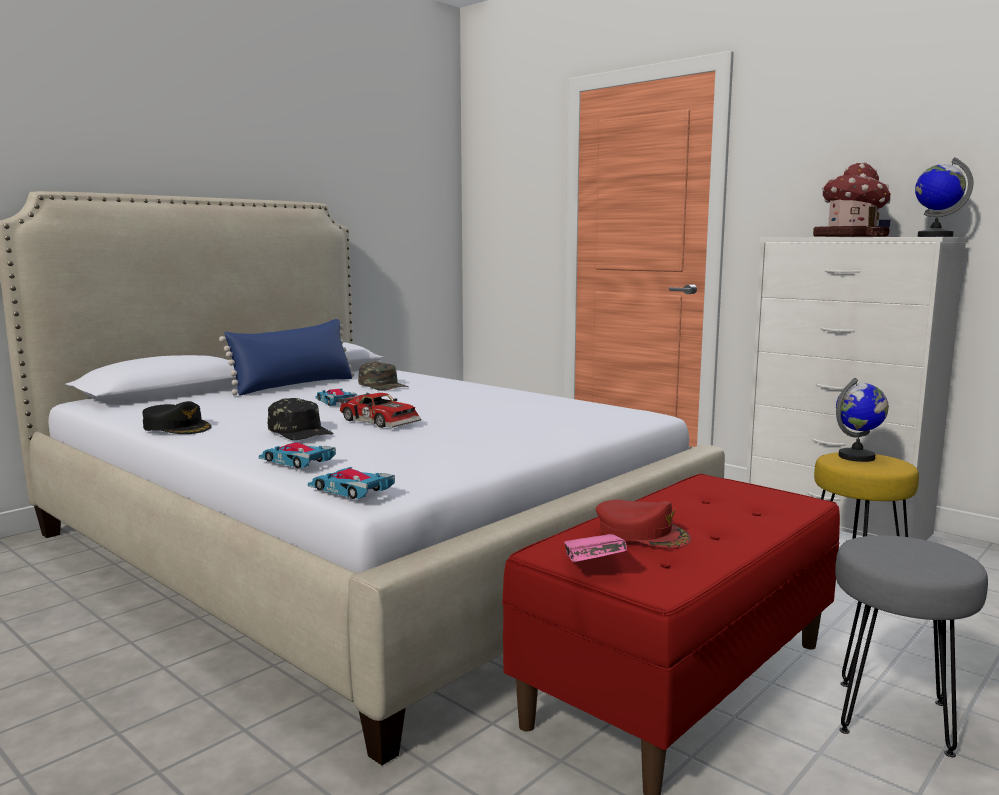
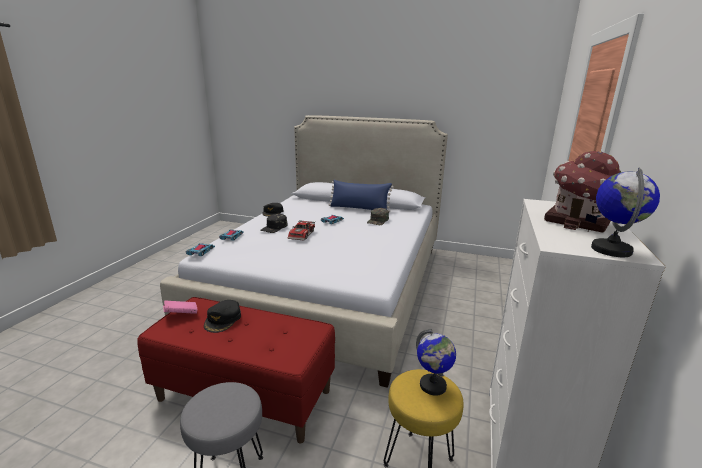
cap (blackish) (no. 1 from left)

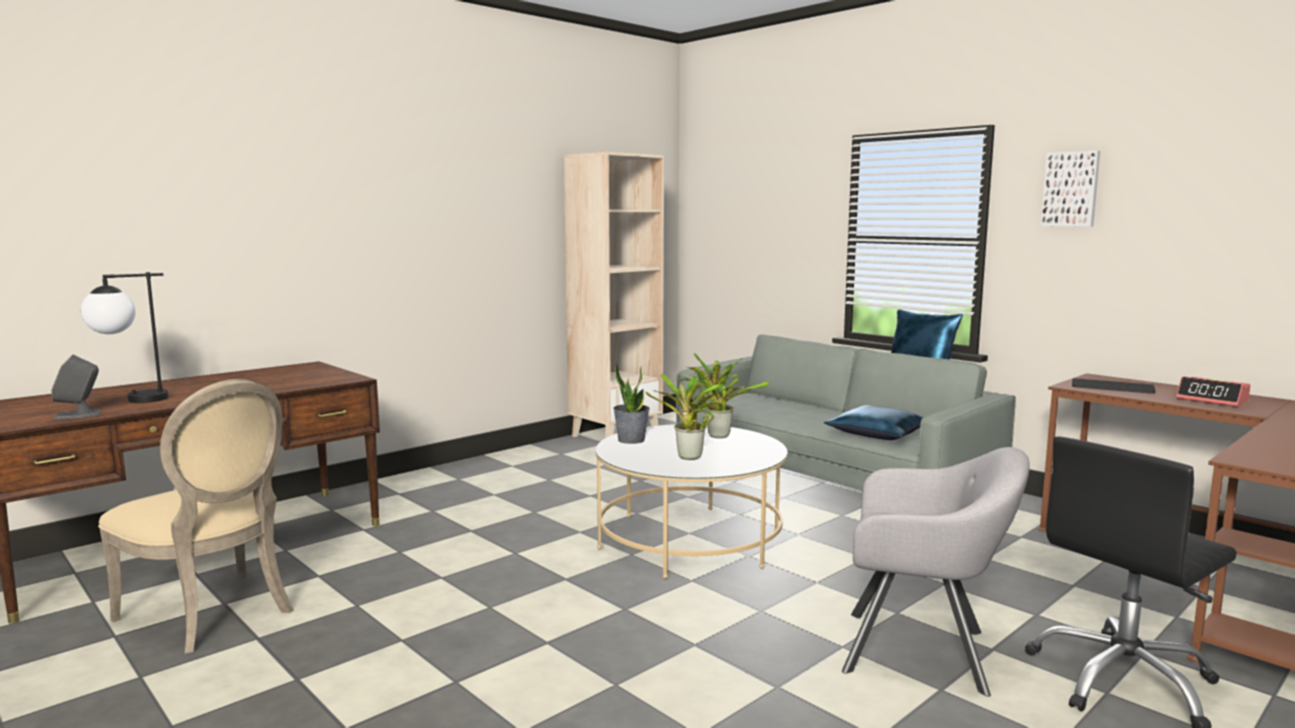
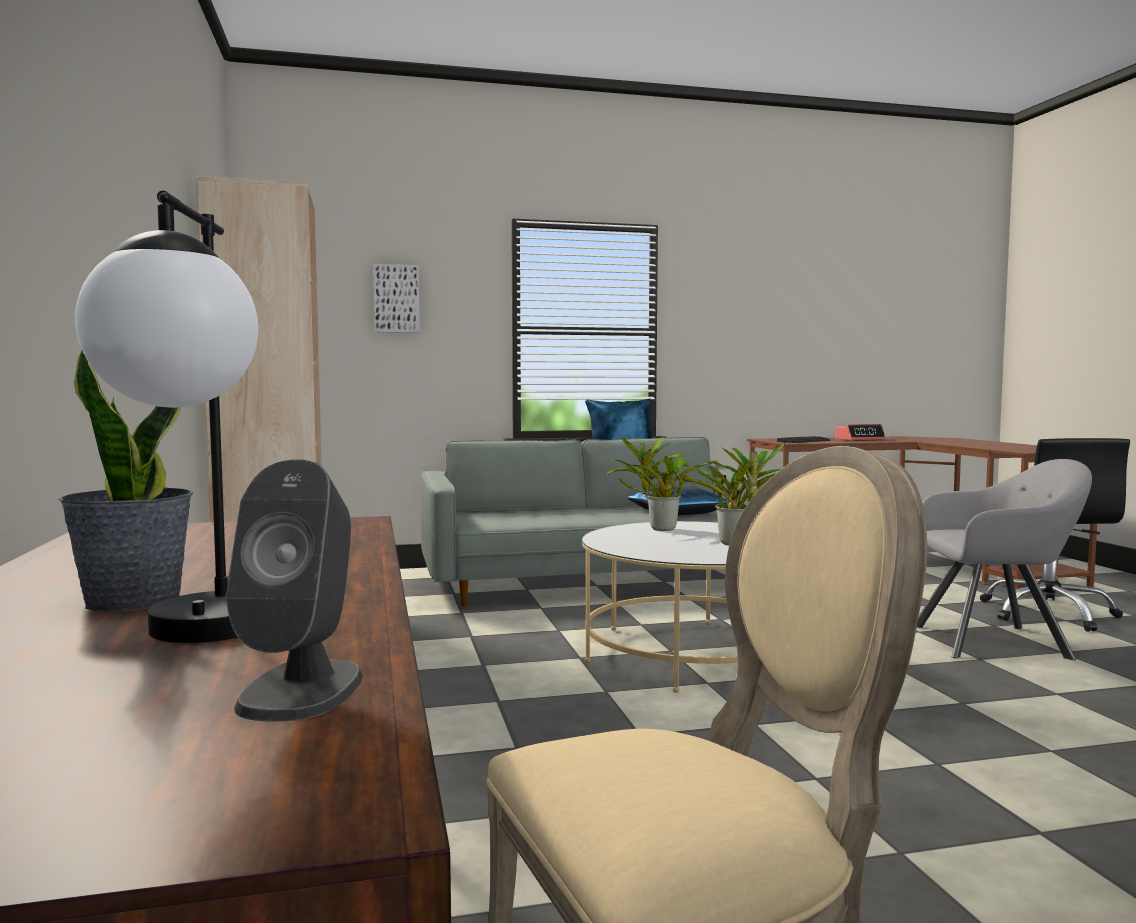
houseplant (no. 1 from left); wall picture; lounge chair (greyish)

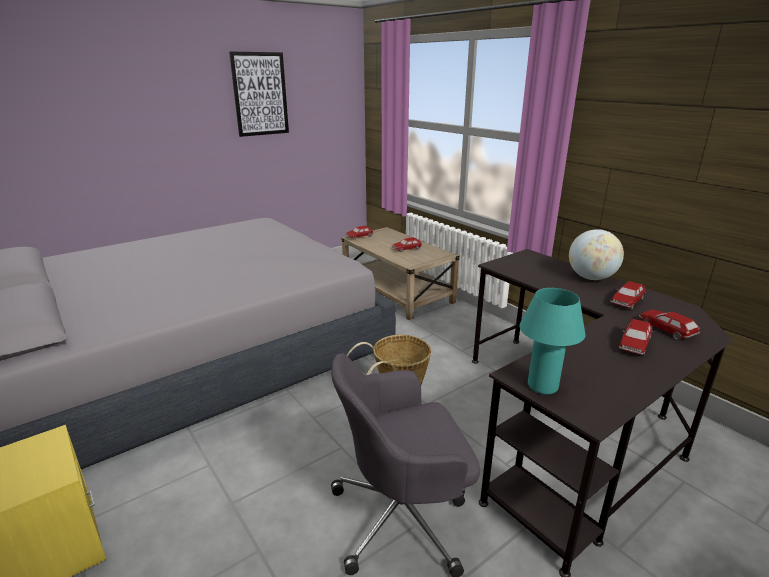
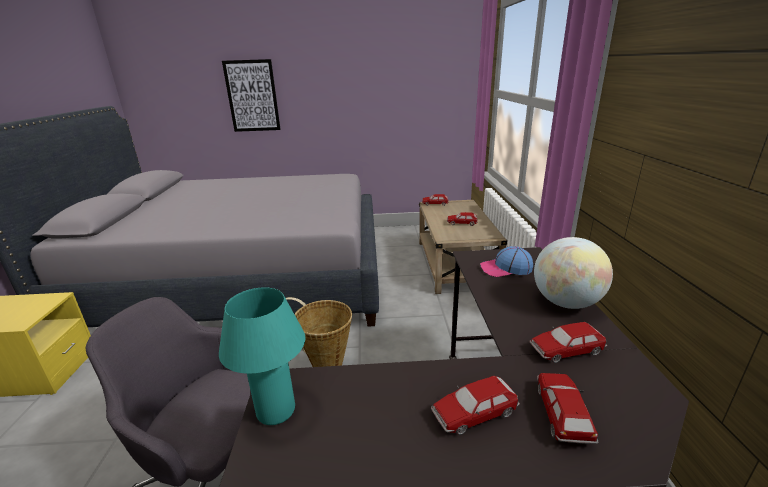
cap; wall picture

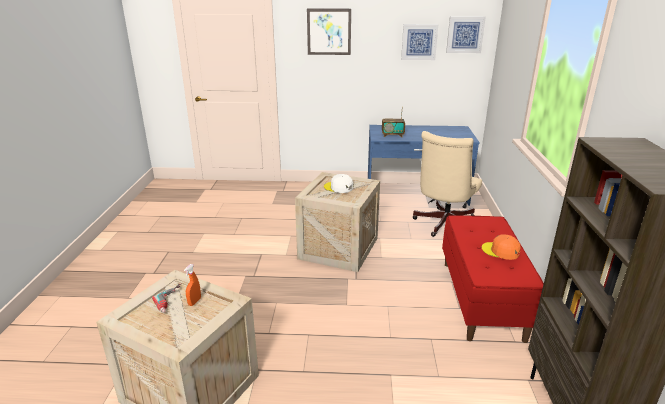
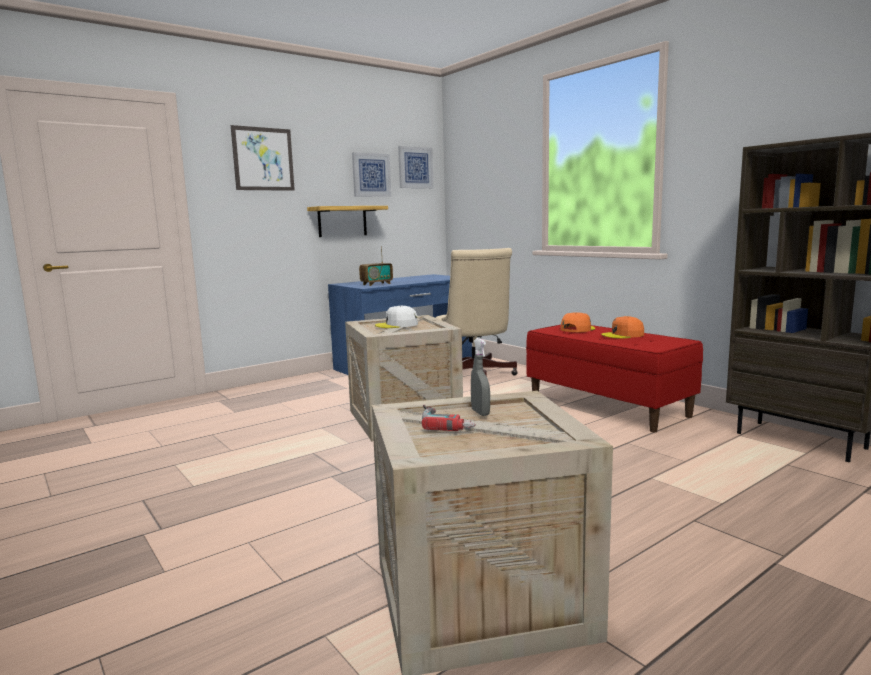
bracket shelf; cap (orangey) (no. 1 from left); hand sprayer (greyish)

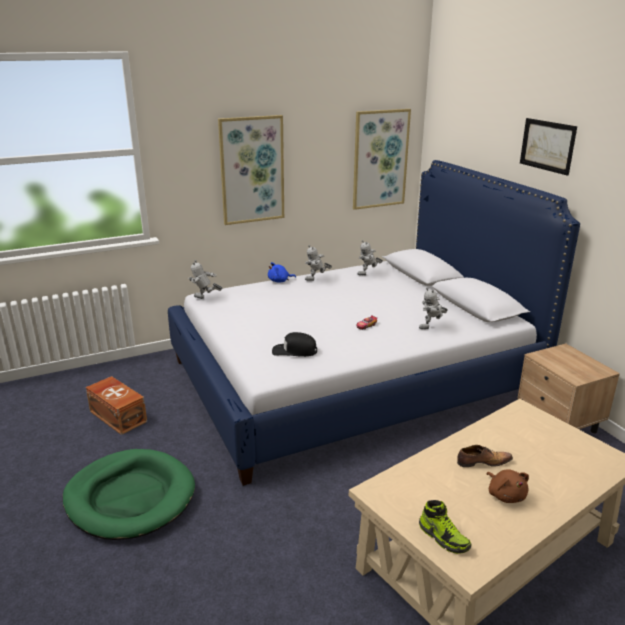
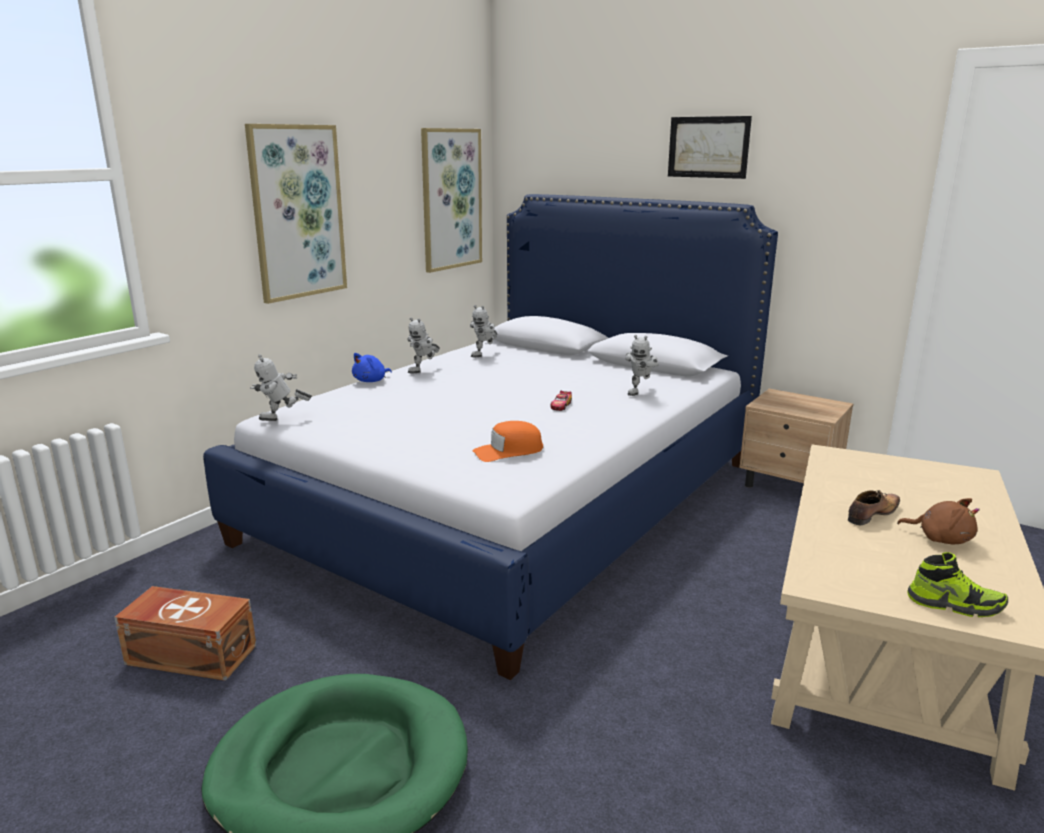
cap (orangey)

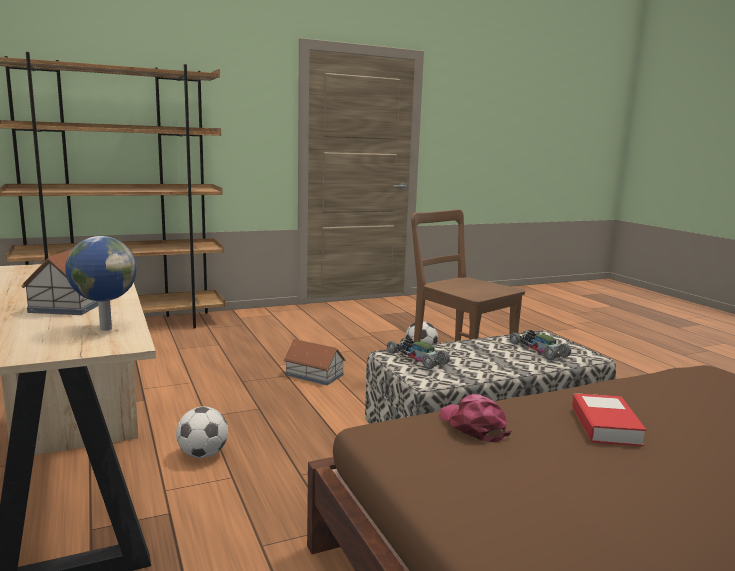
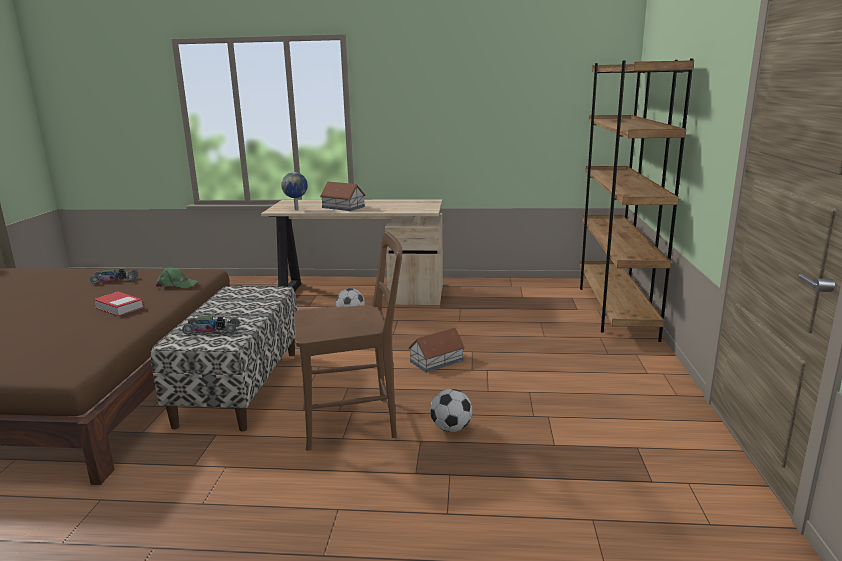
toy car (no. 1 from left); cap (green)

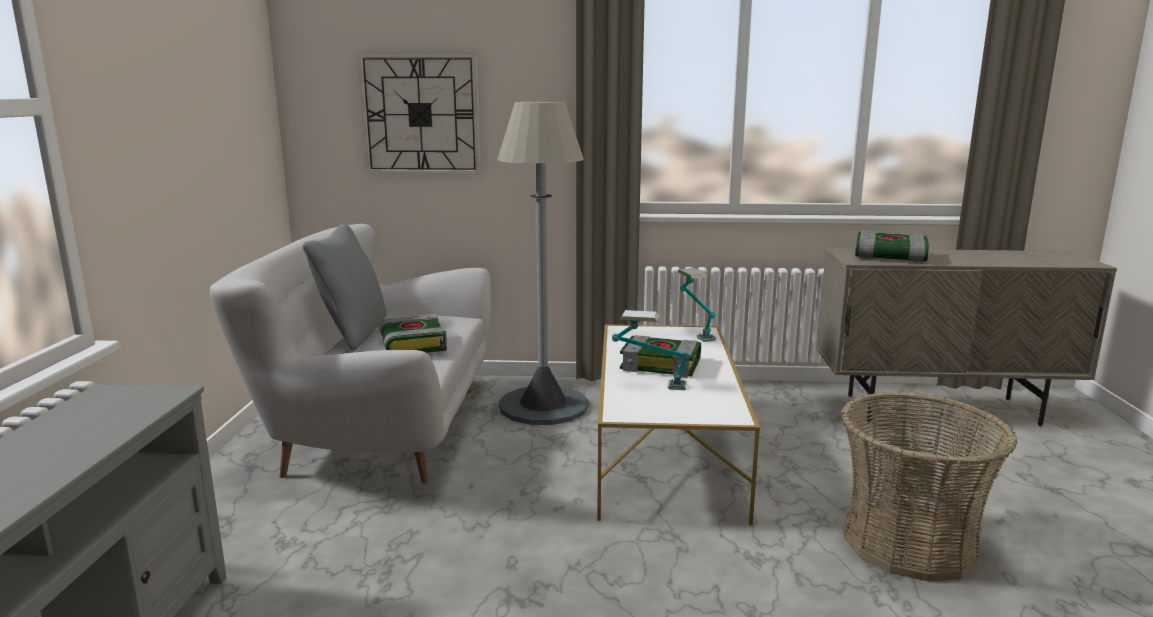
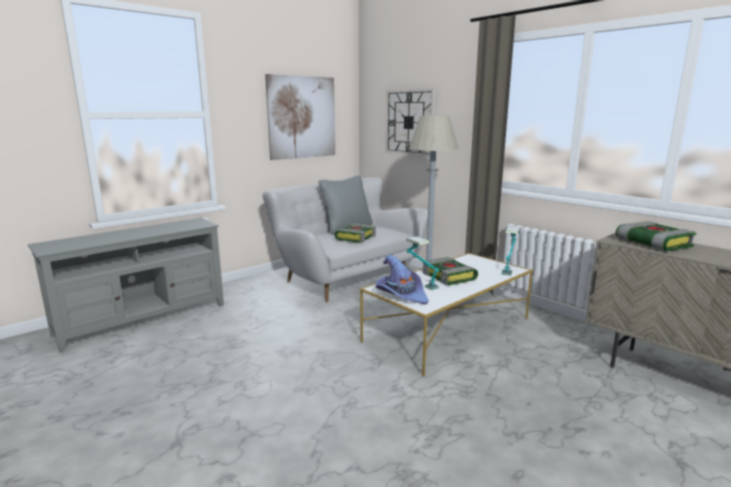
basket; wall picture; wearable hat (purple-coloured)

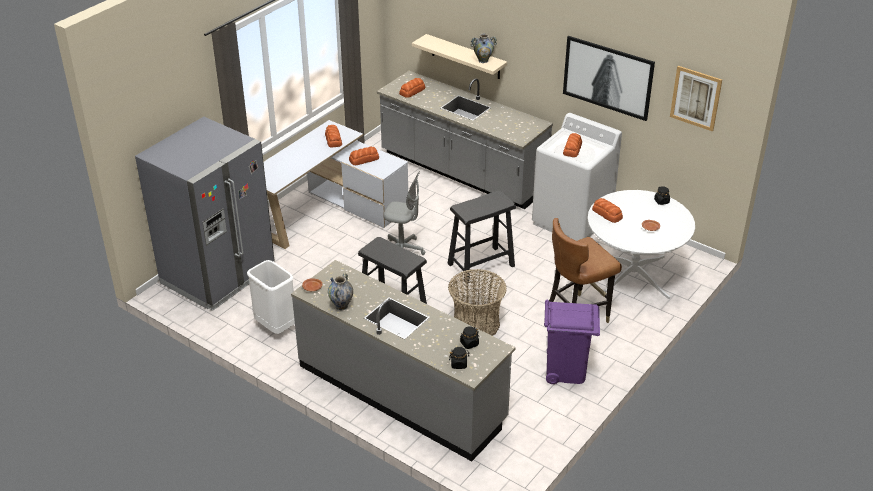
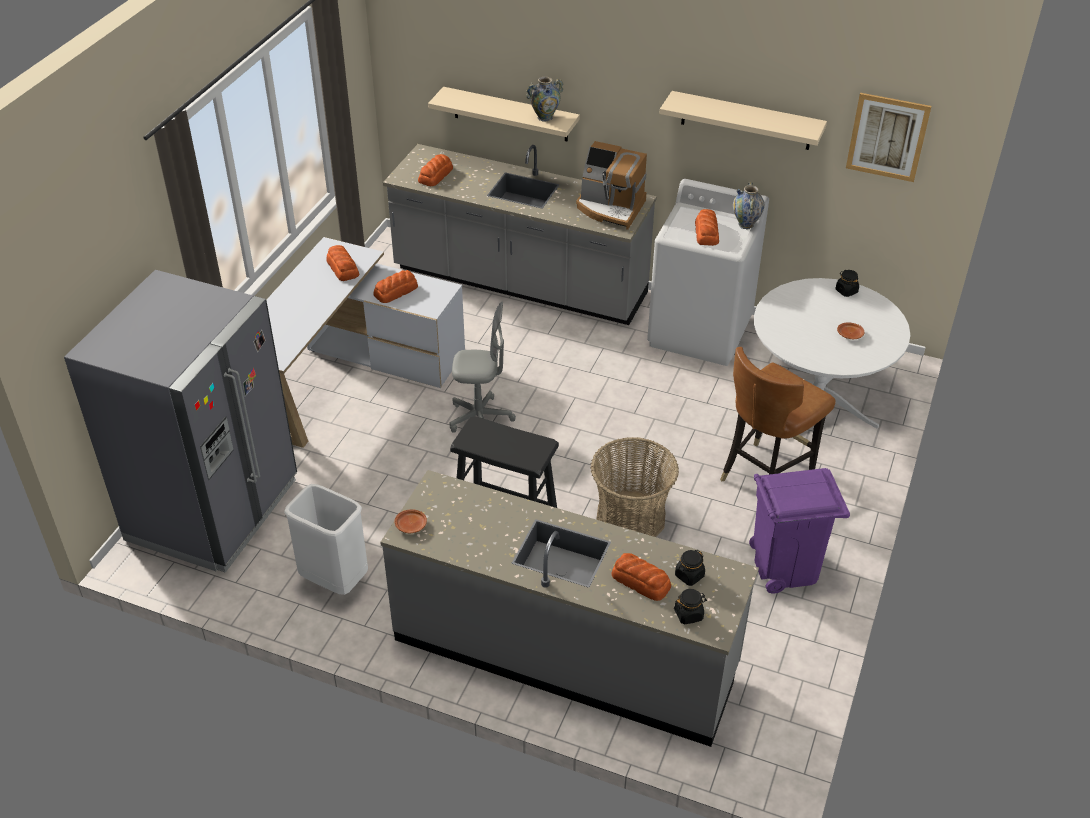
stool (blackish) (no. 2 from left in the first image); coffee machine; decorative vase (no. 2 from left); baked bread (no. 4 from left); bracket shelf (sand-coloured) (no. 2 from left)

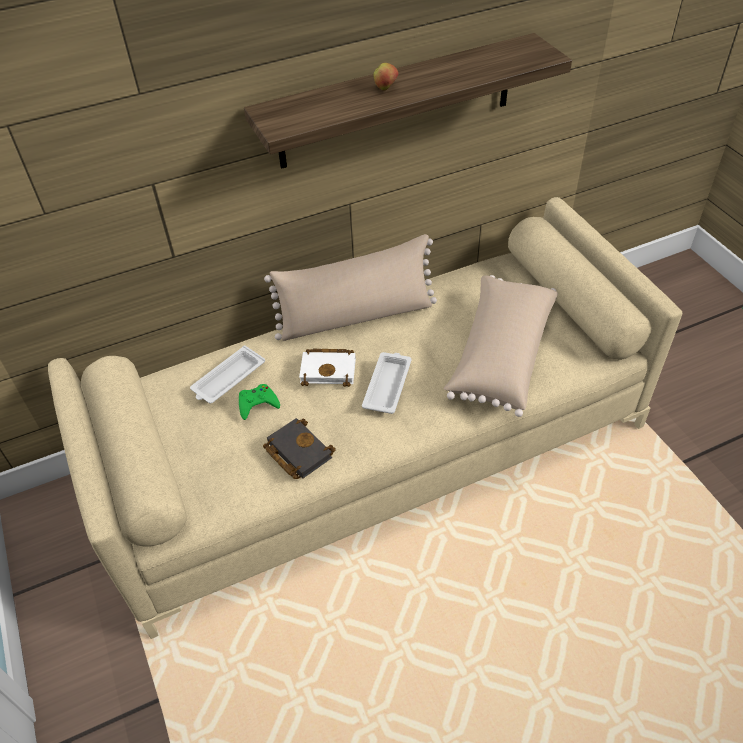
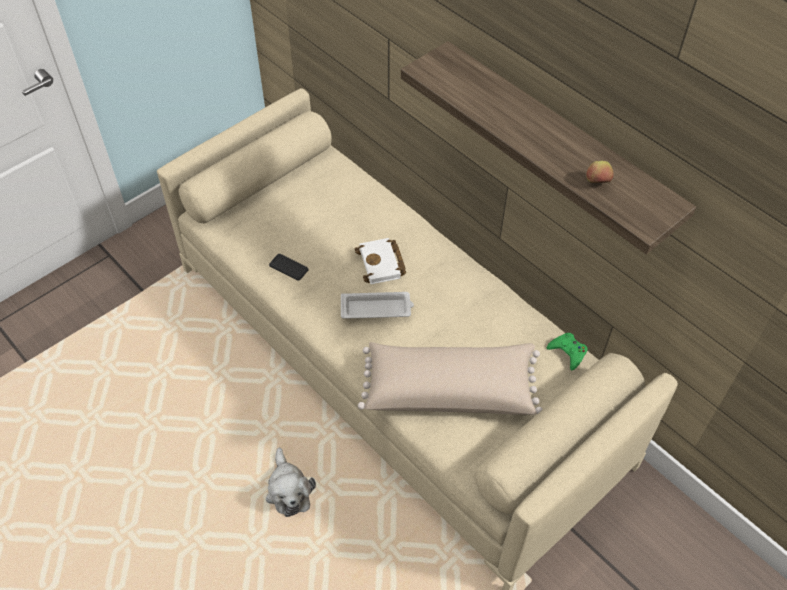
serving tray (whitish) (no. 1 from left in the first image); pillow (sand-coloured) (no. 1 from left in the first image); plush toy; gamepad (green); whole apple; phone

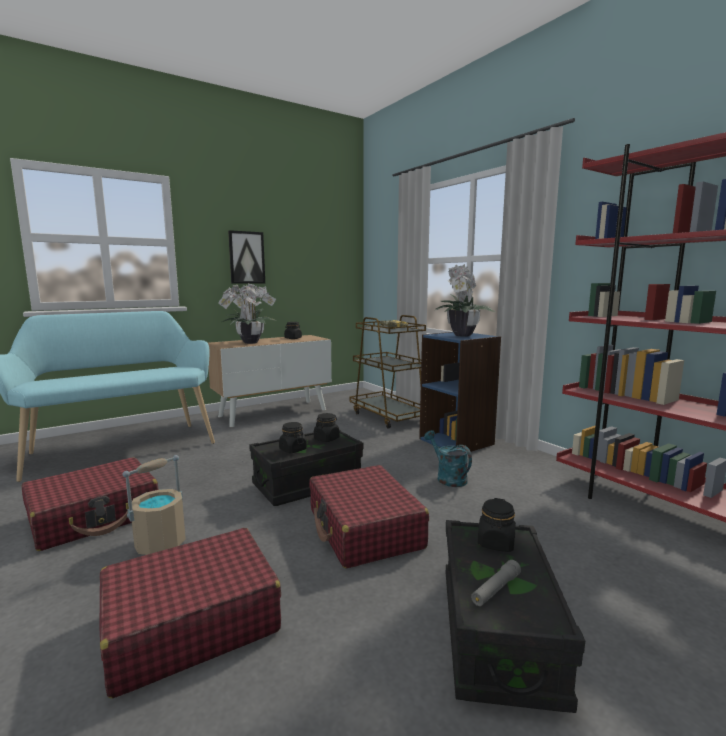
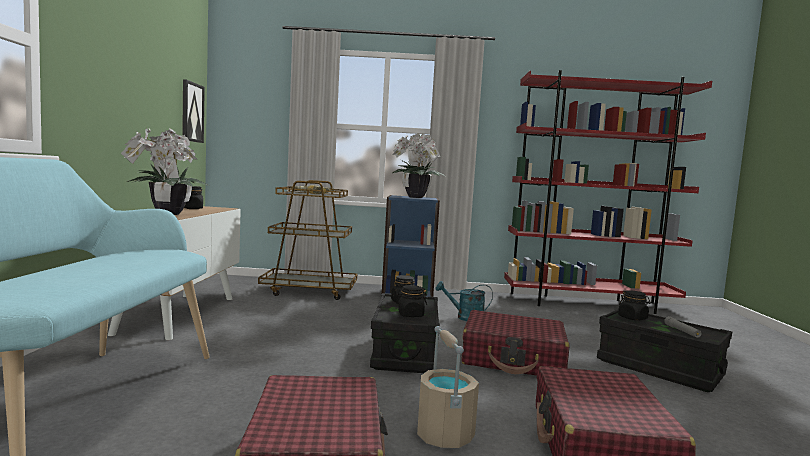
wall picture

